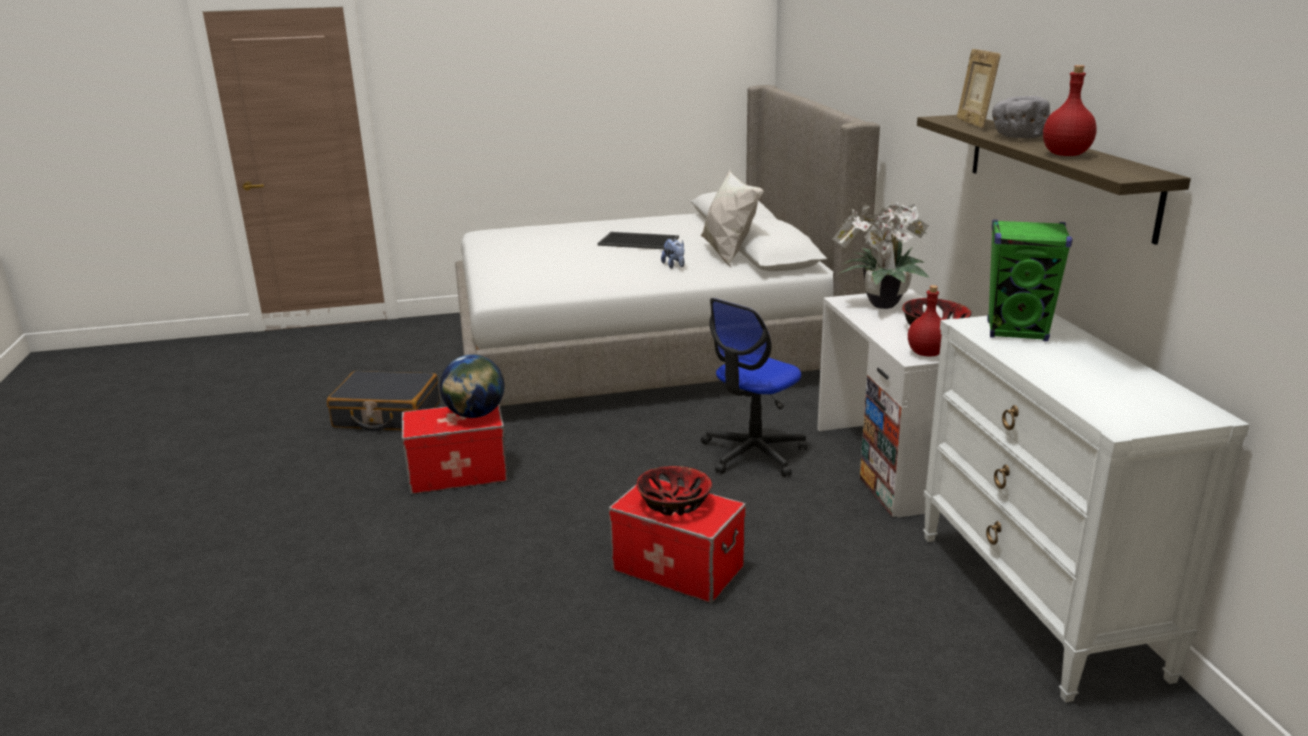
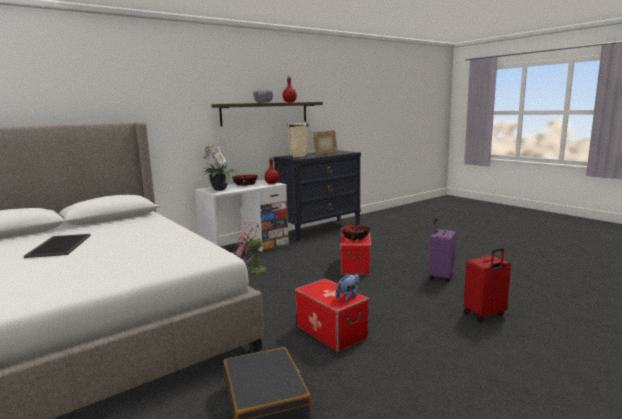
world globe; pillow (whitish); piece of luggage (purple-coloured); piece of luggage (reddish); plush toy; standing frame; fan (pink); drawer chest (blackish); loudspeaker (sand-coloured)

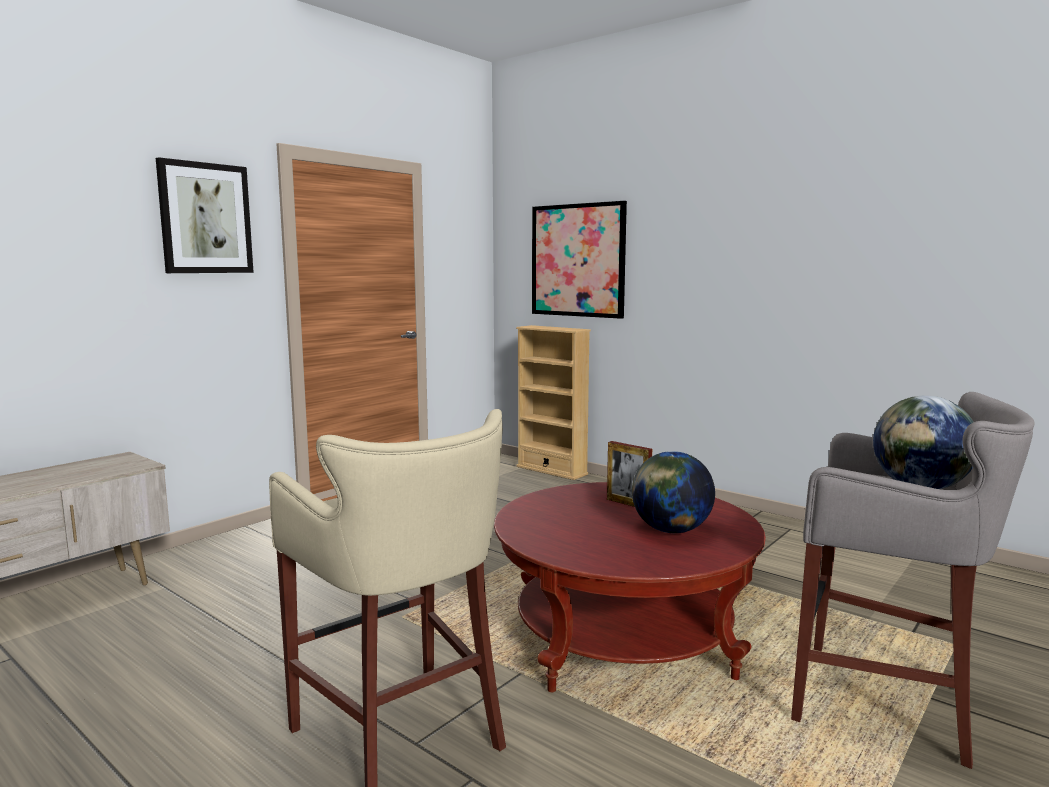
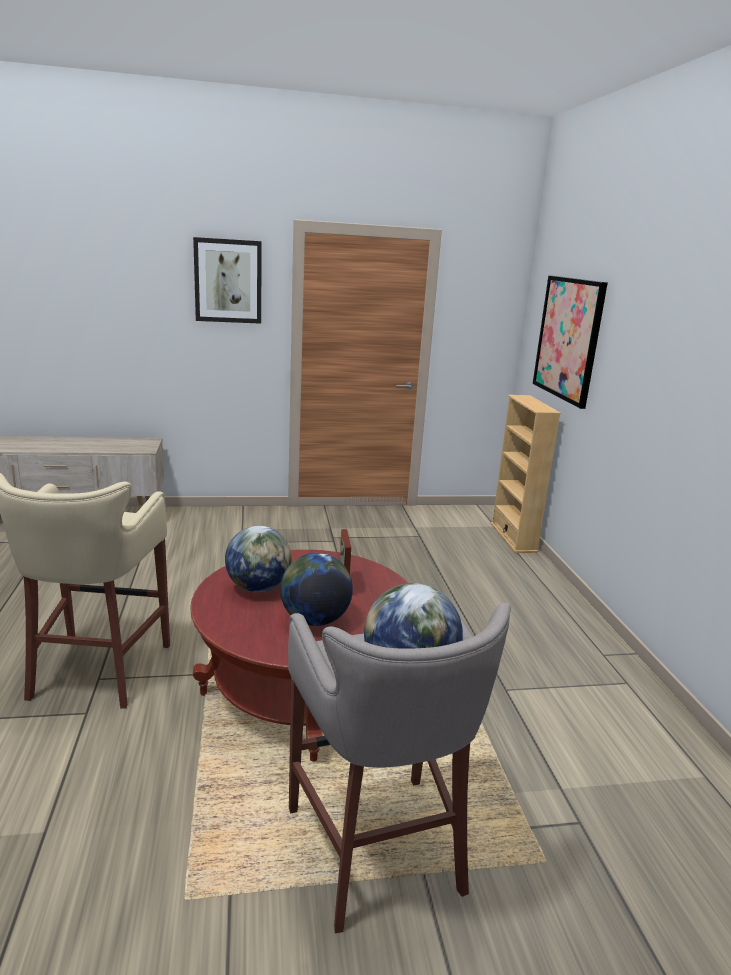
world globe (no. 1 from left)

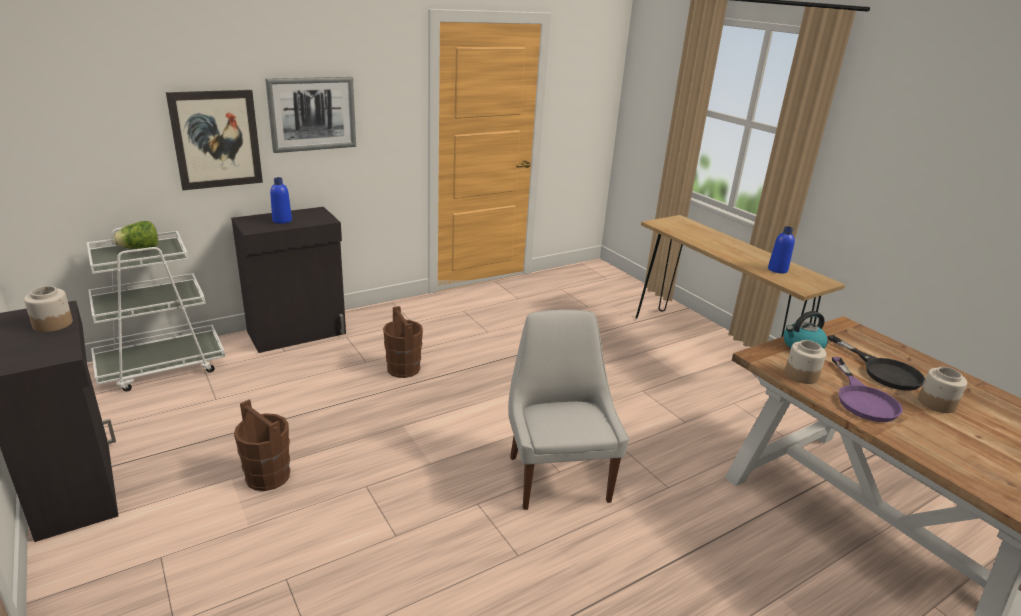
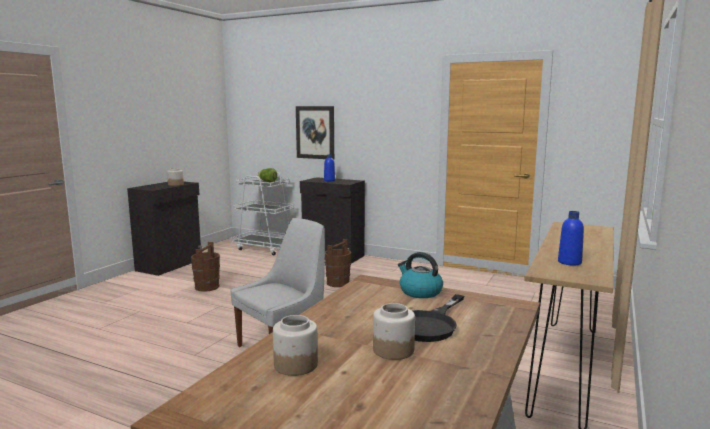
wall picture (no. 2 from left in the first image); pan (purple-coloured); storage jar (no. 2 from left)

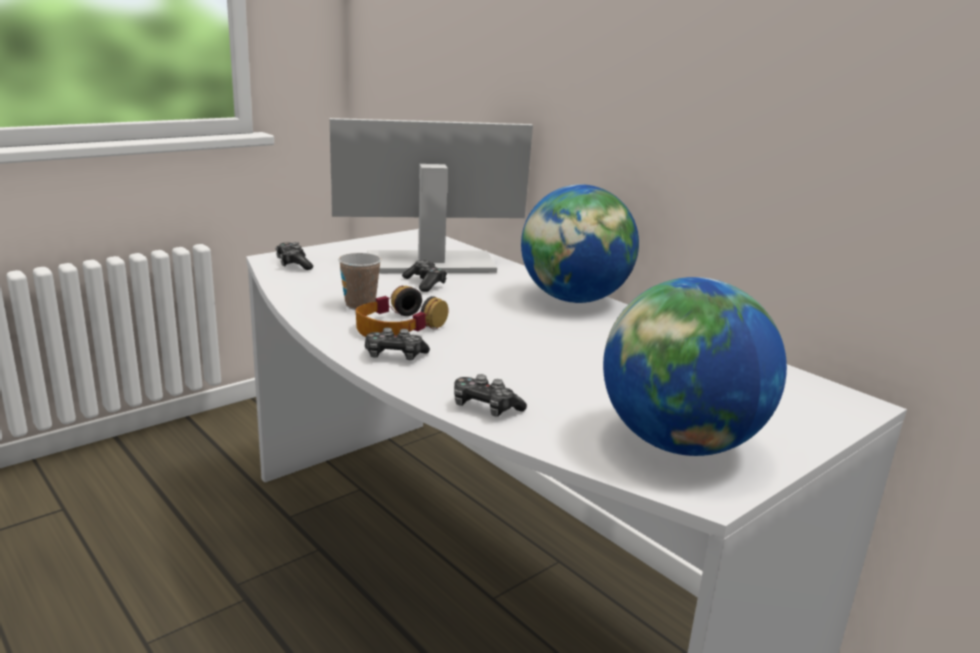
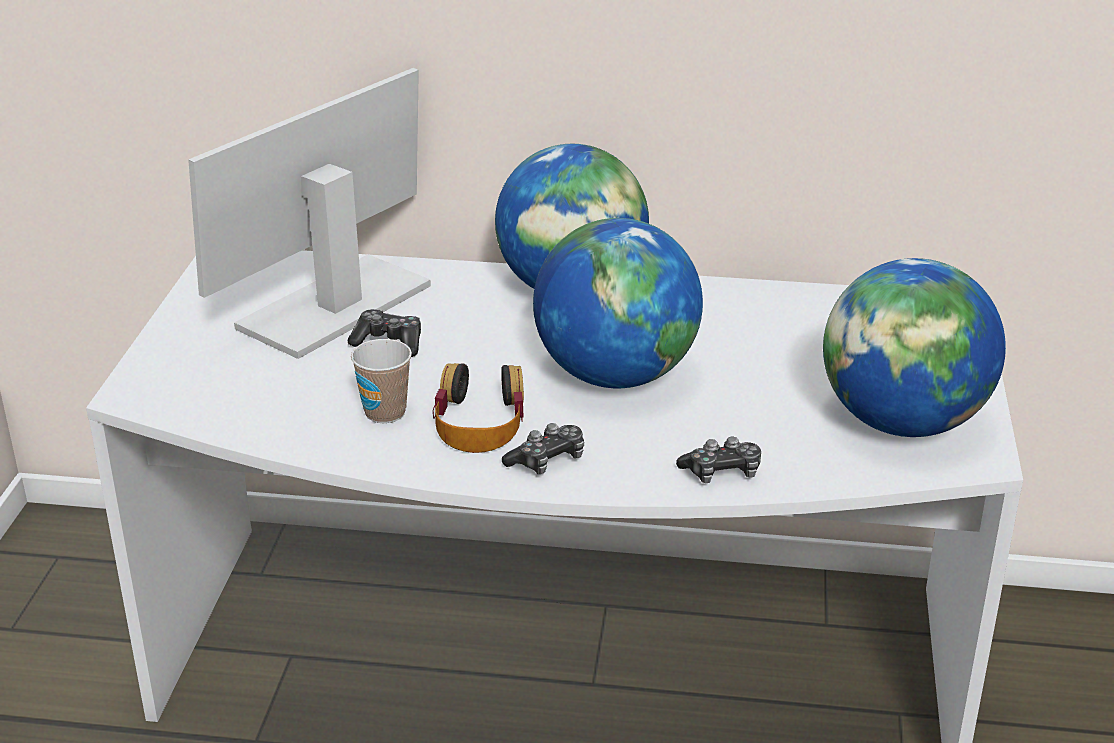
gamepad (no. 1 from left in the first image); world globe (no. 2 from left)

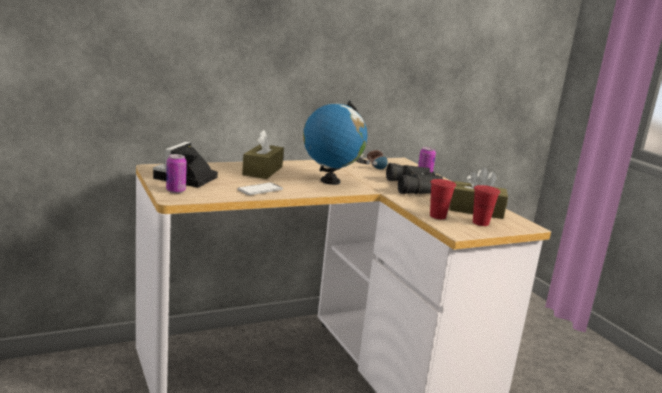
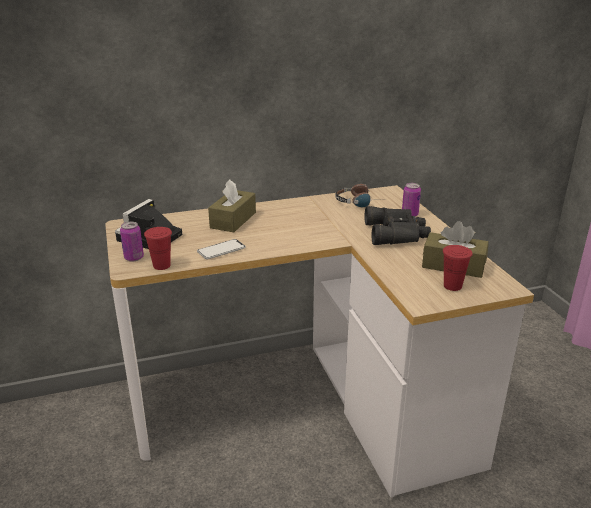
world globe; drinking cup (reddish) (no. 1 from left)

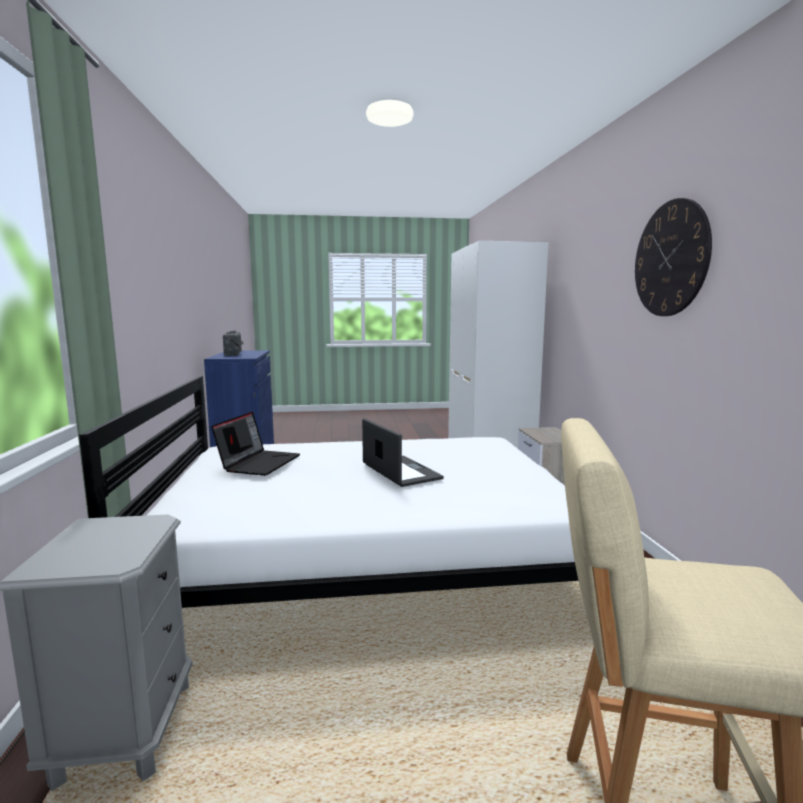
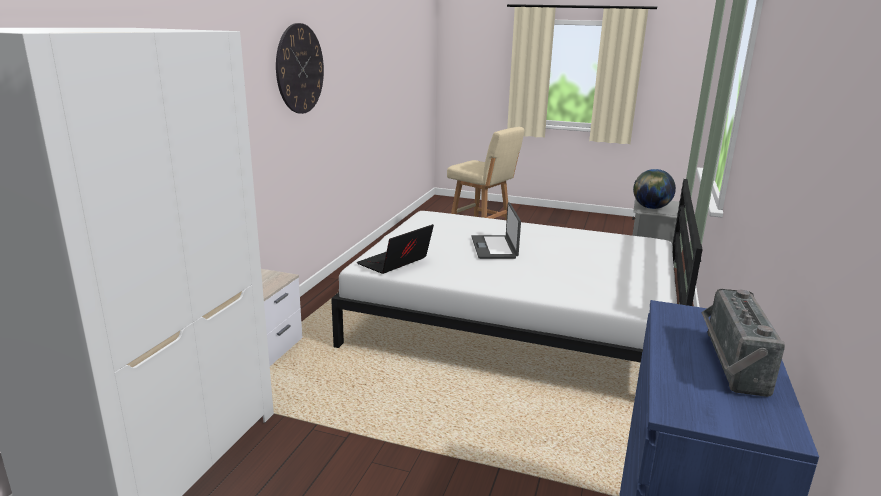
world globe; laptop (no. 1 from left)

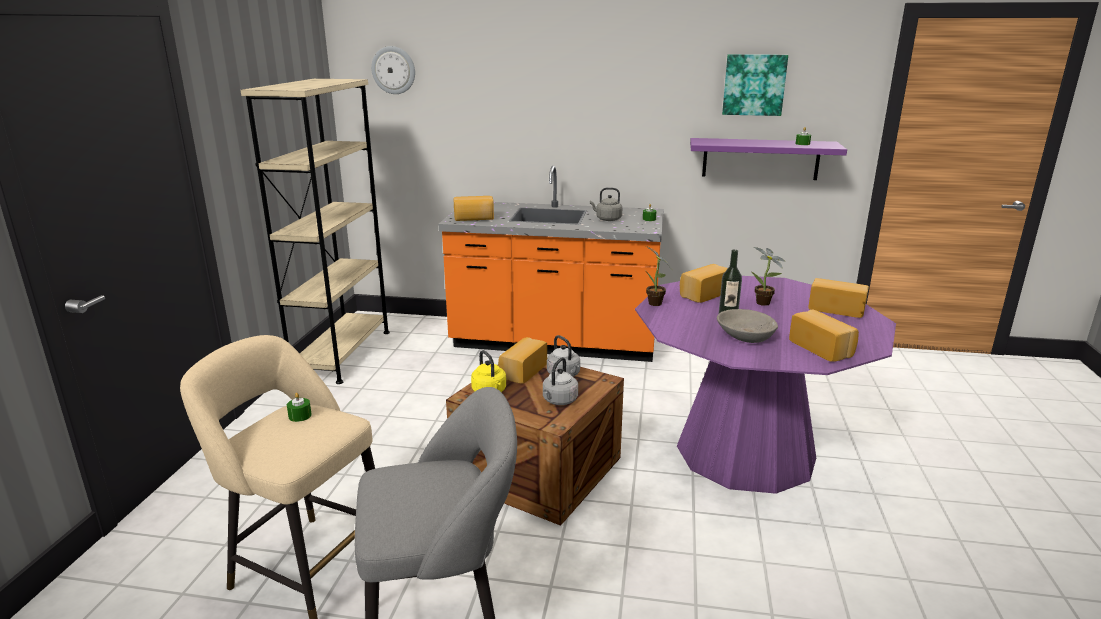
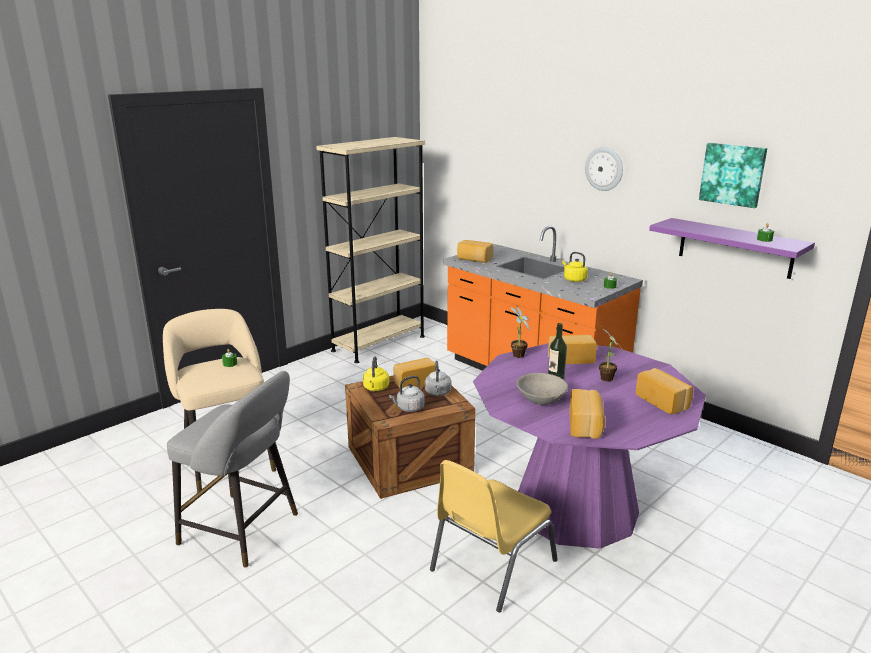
upright chair (yellow-coloured); hanging clock; tea kettle (yellow-coloured) (no. 2 from left)

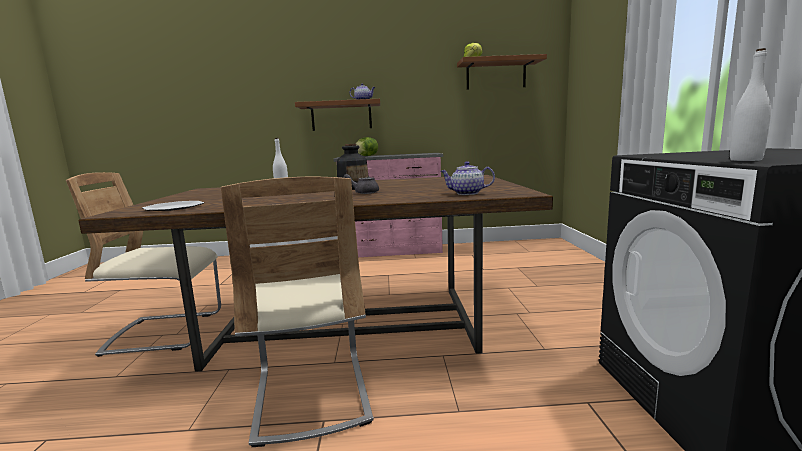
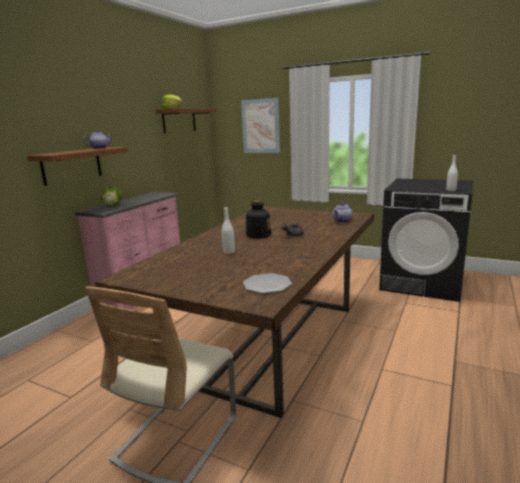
upright chair (sand-coloured) (no. 2 from left in the first image); wall picture

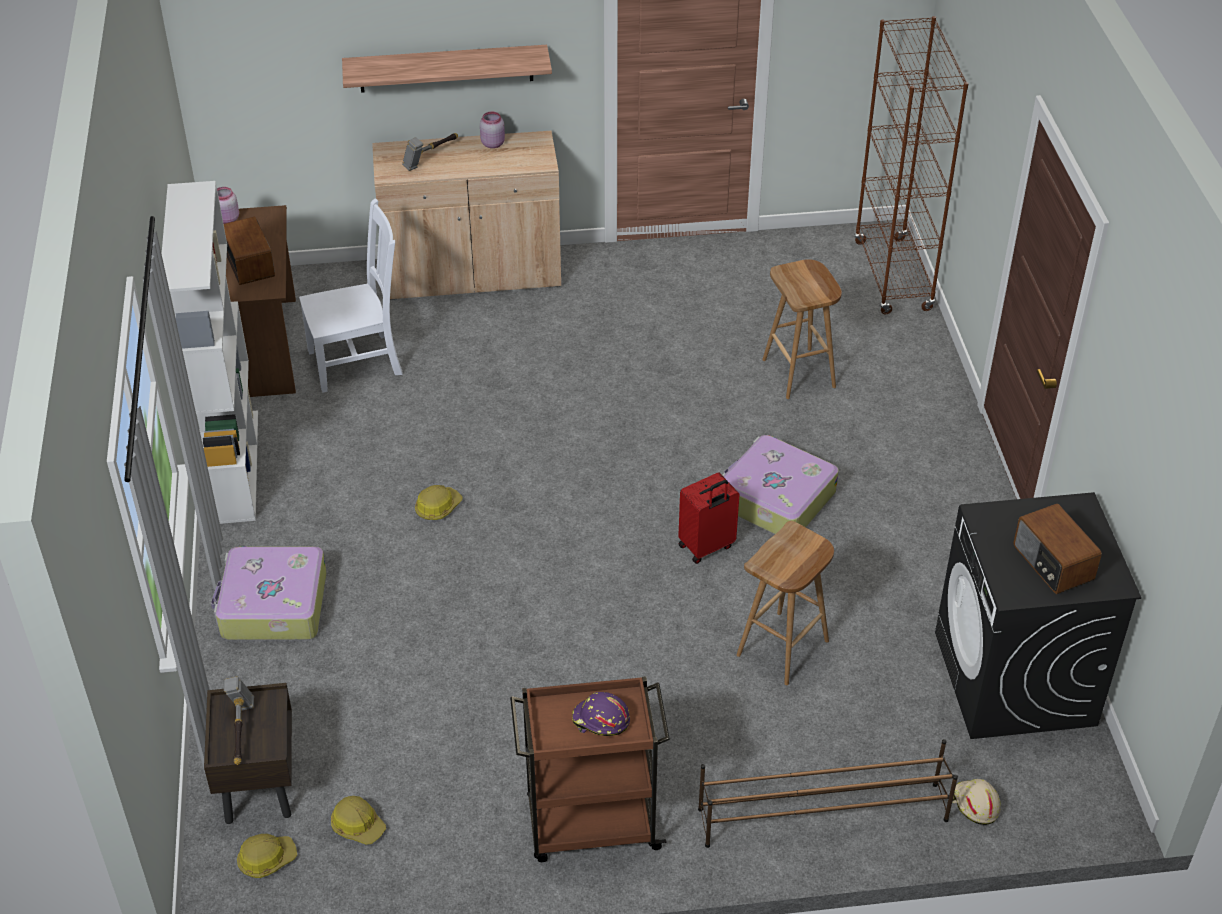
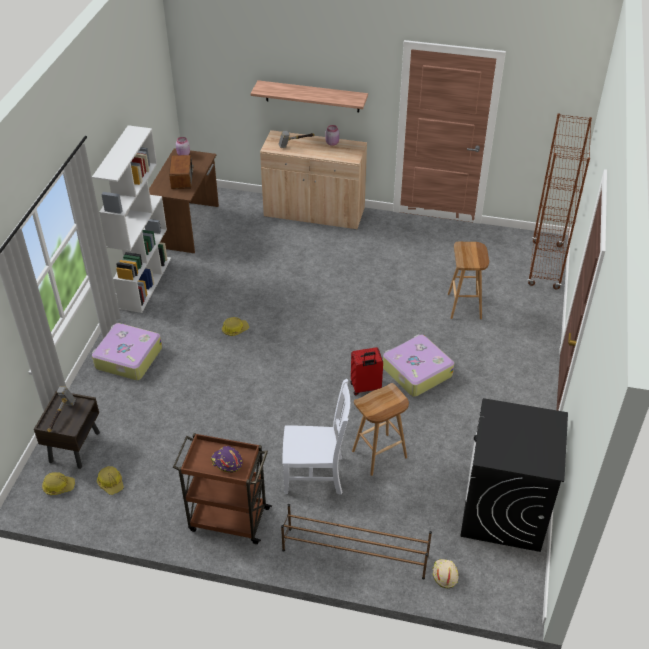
radio (no. 2 from left in the first image); upright chair (whitish)

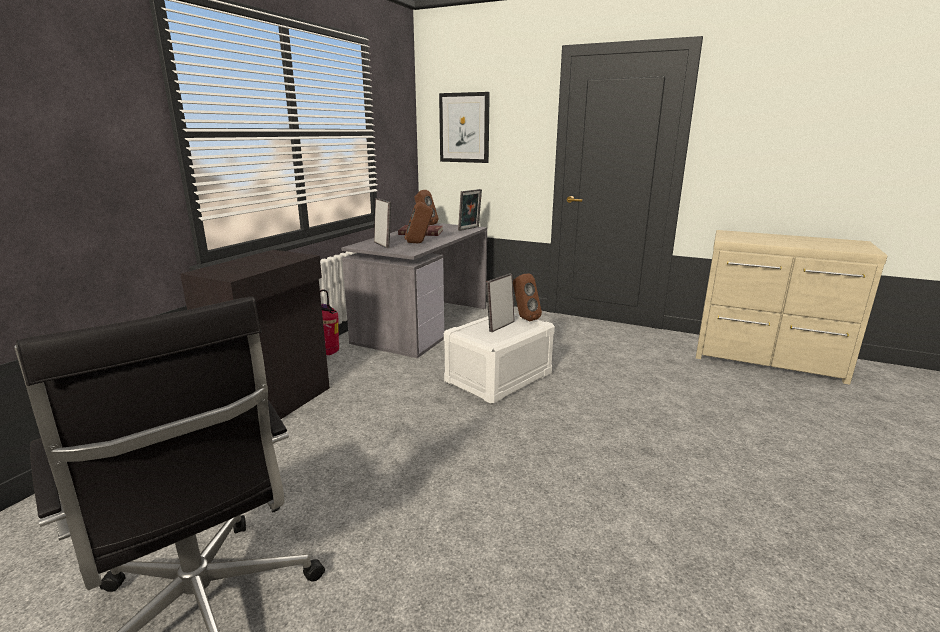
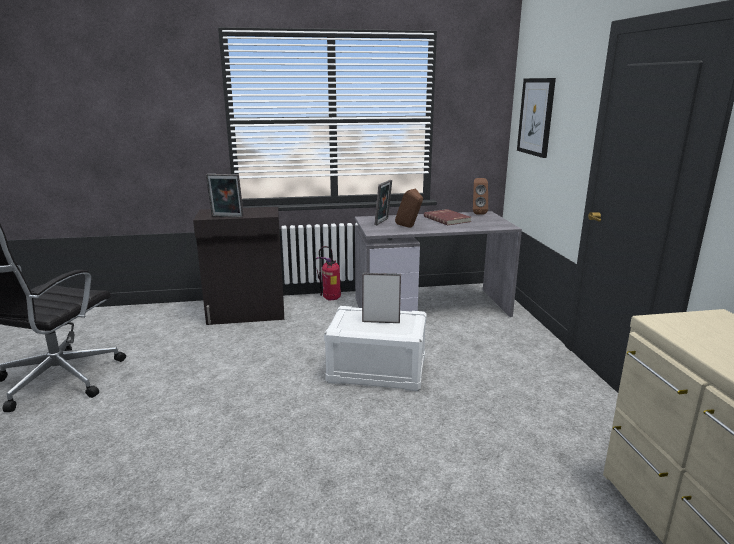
loudspeaker (brown) (no. 3 from left in the first image); standing frame (no. 1 from left)

